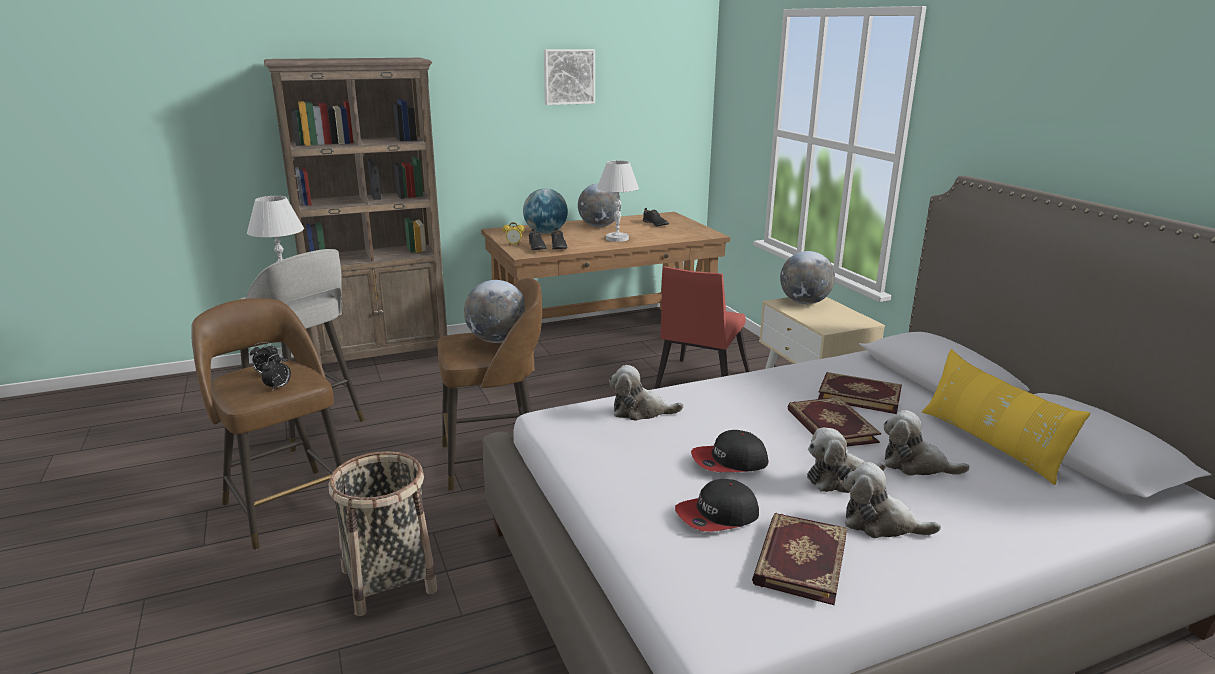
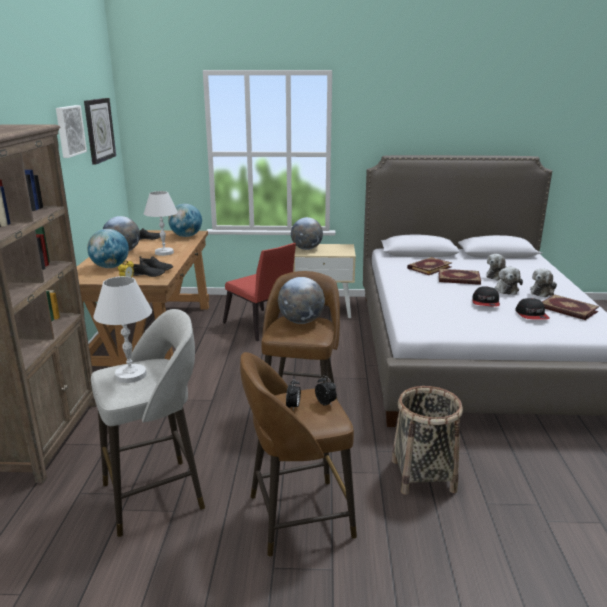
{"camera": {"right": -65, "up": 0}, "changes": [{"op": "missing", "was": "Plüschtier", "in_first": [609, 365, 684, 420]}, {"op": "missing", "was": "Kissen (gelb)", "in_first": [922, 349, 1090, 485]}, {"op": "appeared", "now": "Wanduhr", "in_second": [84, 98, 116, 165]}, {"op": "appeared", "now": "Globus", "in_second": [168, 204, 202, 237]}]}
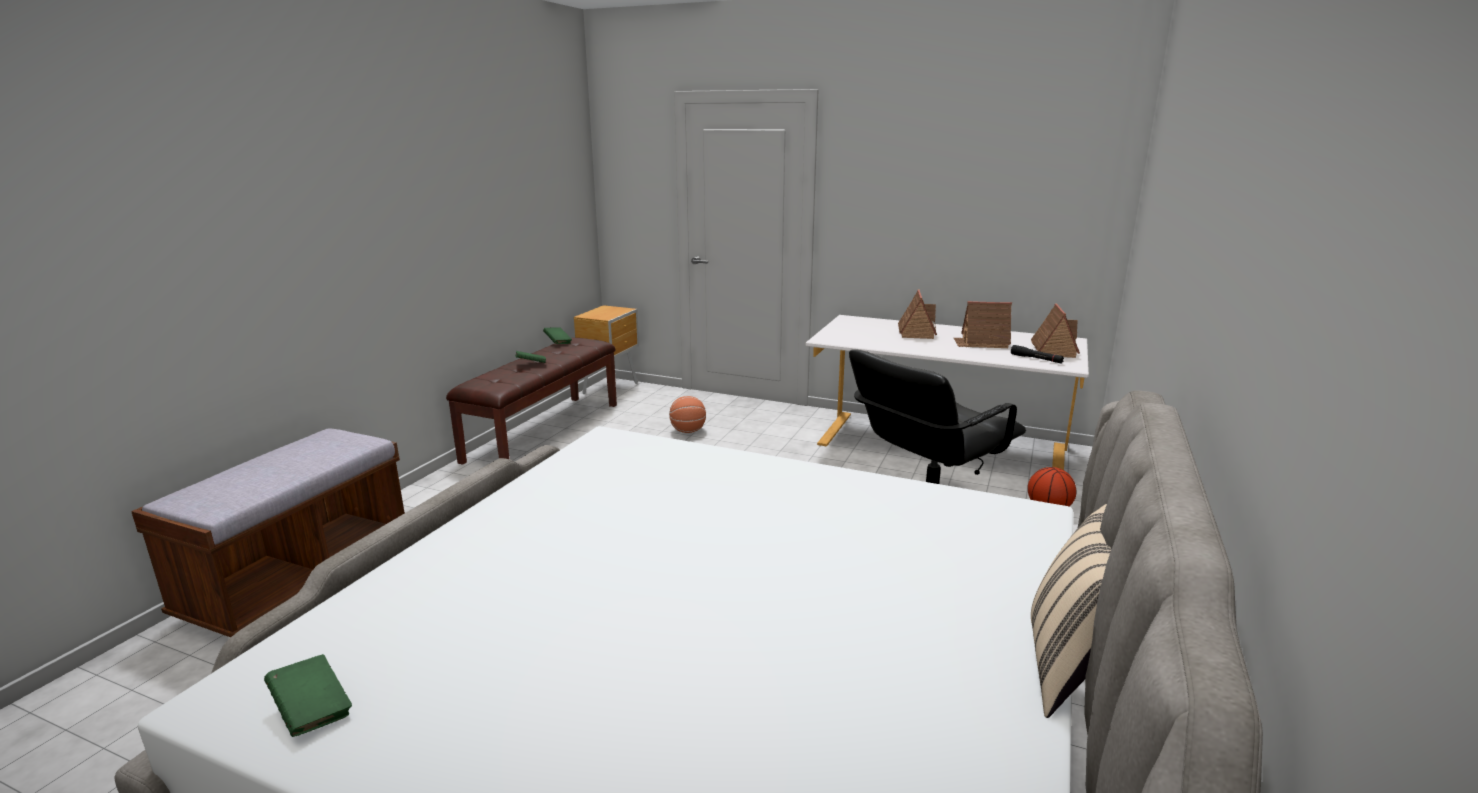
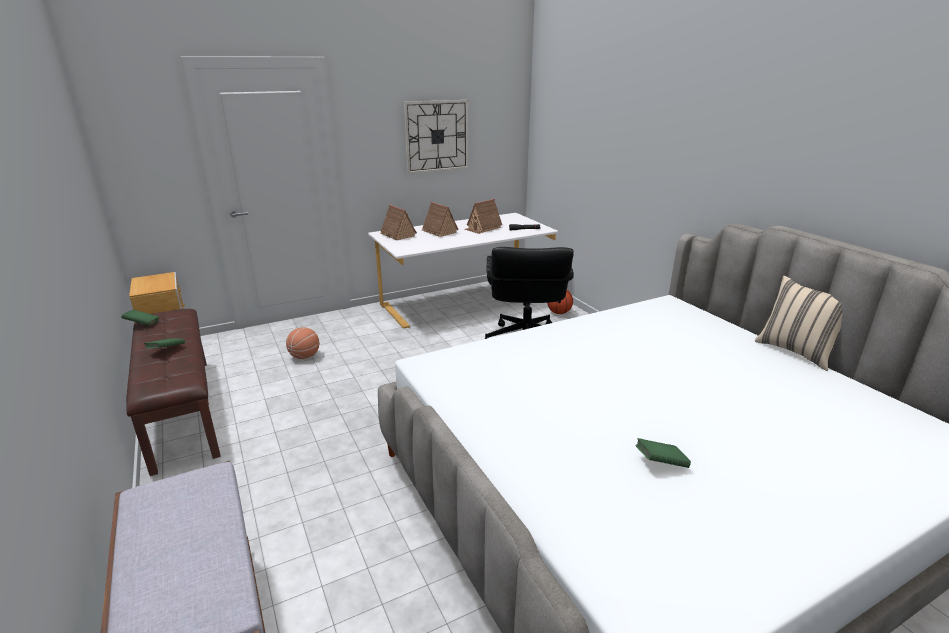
{"camera": {"right": -50, "up": 5}, "changes": [{"op": "relocated", "was": "Buch (grün)", "in_first": [264, 654, 352, 737], "in_second": [636, 438, 691, 468]}, {"op": "relocated", "was": "Spielzeughaus", "in_first": [1031, 304, 1080, 358], "in_second": [380, 205, 417, 240]}, {"op": "appeared", "now": "Wanduhr", "in_second": [404, 100, 469, 174]}]}
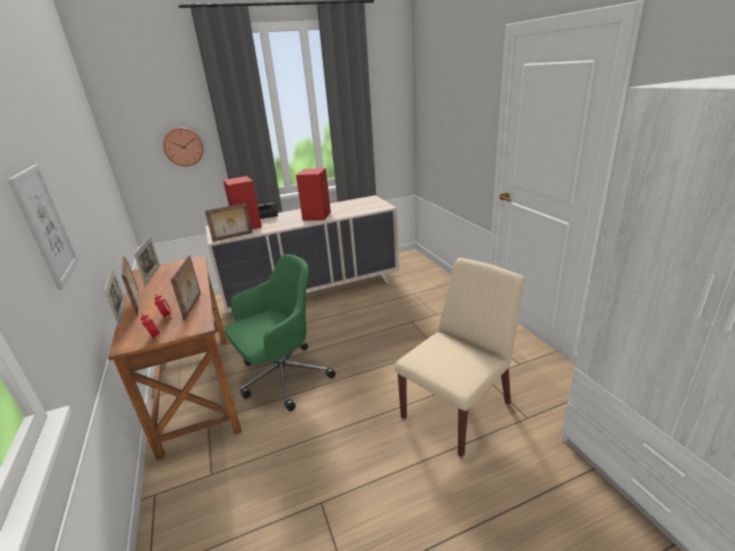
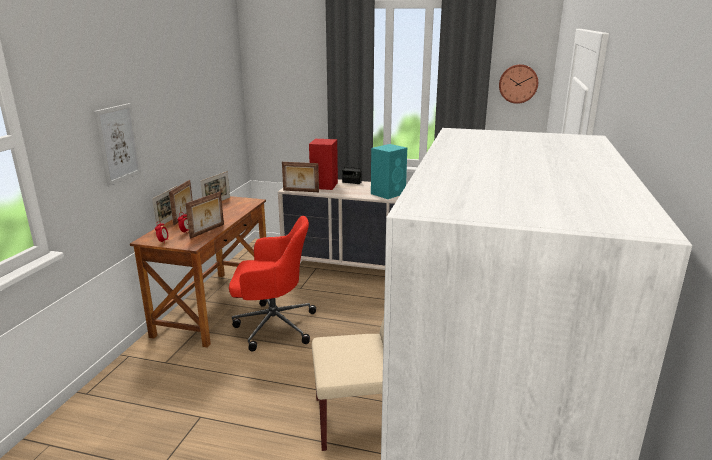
{"camera": {"right": 35, "up": -5}, "changes": [{"op": "relocated", "was": "Wanduhr", "in_first": [163, 128, 204, 166], "in_second": [499, 64, 538, 104]}, {"op": "colour", "was": "Bürostuhl (grün)", "now": "Bürostuhl (rot)", "in_first": [225, 254, 336, 411], "in_second": [229, 216, 316, 351]}, {"op": "colour", "was": "Lautsprecher (rot)", "now": "Lautsprecher (türkis)", "in_first": [296, 168, 331, 221], "in_second": [371, 144, 407, 199]}]}
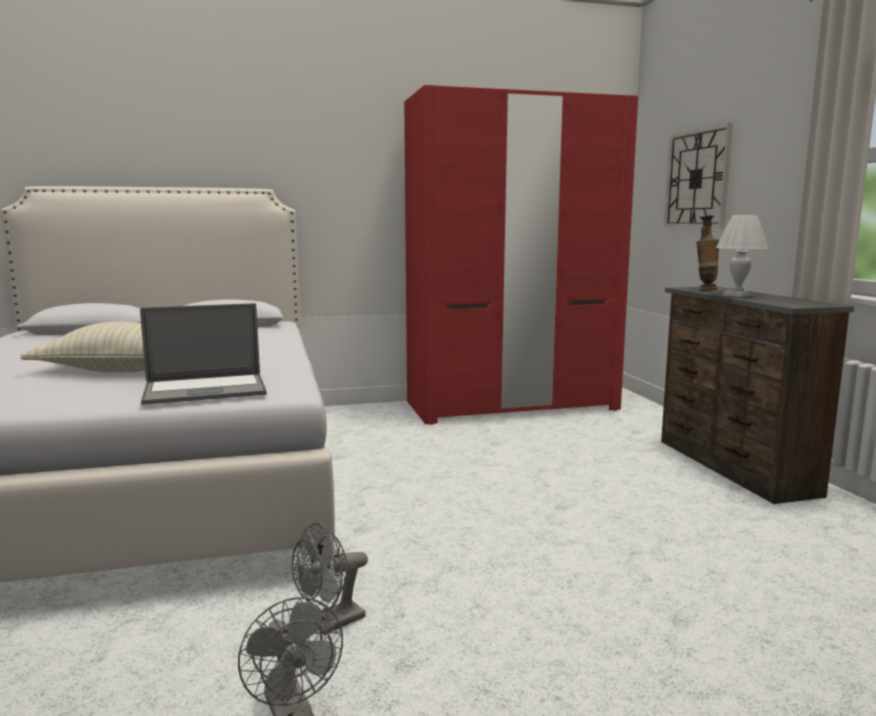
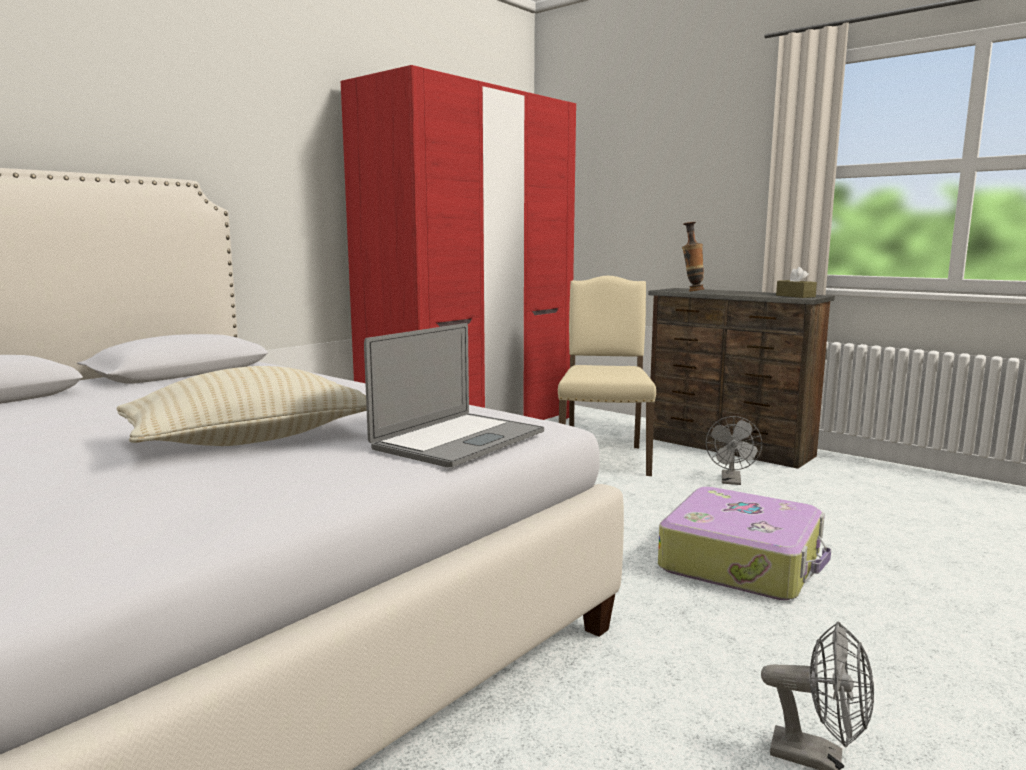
{"camera": {"right": -35, "up": 0}, "changes": [{"op": "relocated", "was": "Ventilator (grau)", "in_first": [292, 523, 368, 635], "in_second": [706, 416, 762, 485]}, {"op": "missing", "was": "Wanduhr", "in_first": [664, 123, 733, 228]}, {"op": "missing", "was": "Tischlampe (weiß)", "in_first": [716, 215, 769, 297]}, {"op": "appeared", "now": "Stuhl (beige)", "in_second": [558, 276, 656, 476]}, {"op": "appeared", "now": "Koffer", "in_second": [658, 487, 831, 600]}, {"op": "appeared", "now": "Taschentuchbox (braun)", "in_second": [776, 267, 817, 298]}]}
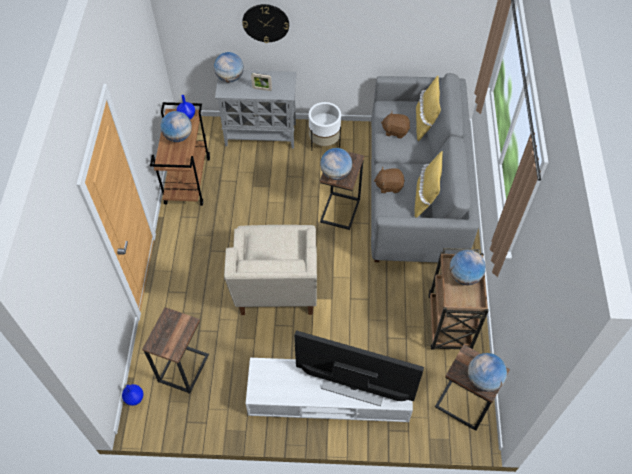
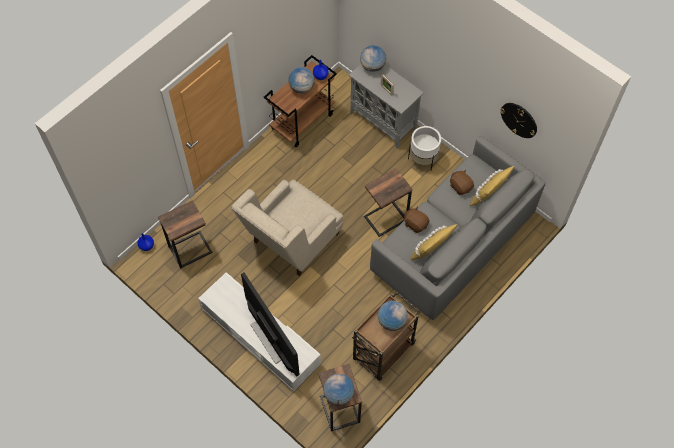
{"camera": {"right": 40, "up": 5}, "changes": [{"op": "relocated", "was": "Wanduhr", "in_first": [242, 4, 289, 43], "in_second": [500, 103, 537, 138]}, {"op": "missing", "was": "Globus", "in_first": [320, 148, 352, 180]}]}
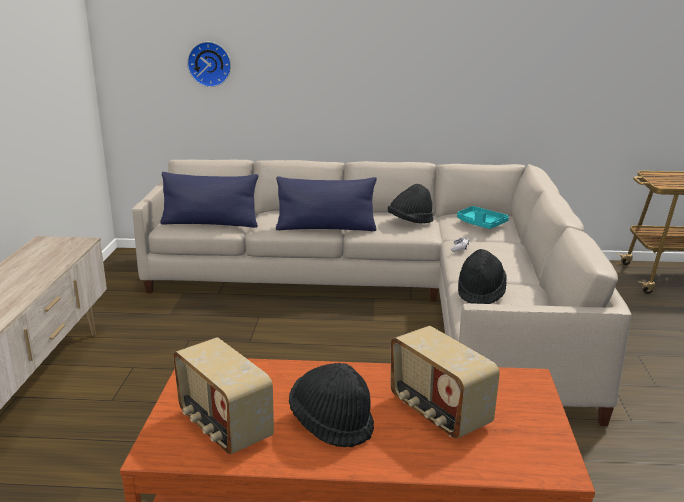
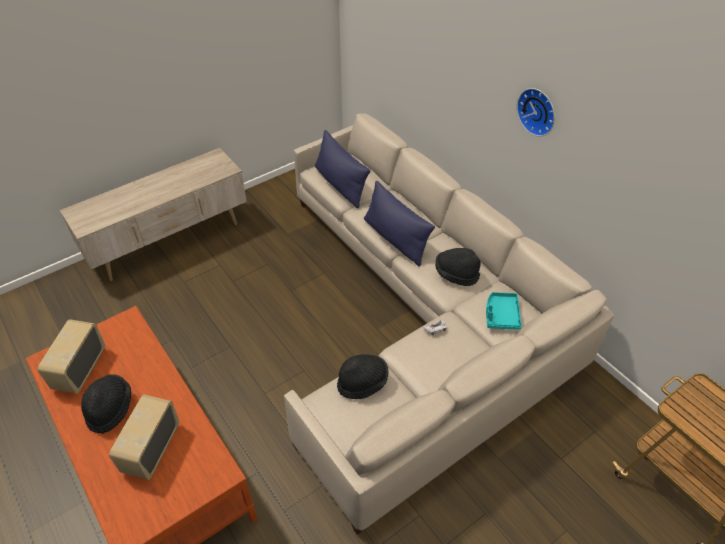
{"camera": {"right": 50, "up": 25}, "changes": [{"op": "relocated", "was": "Wanduhr", "in_first": [187, 42, 231, 87], "in_second": [517, 88, 555, 137]}]}
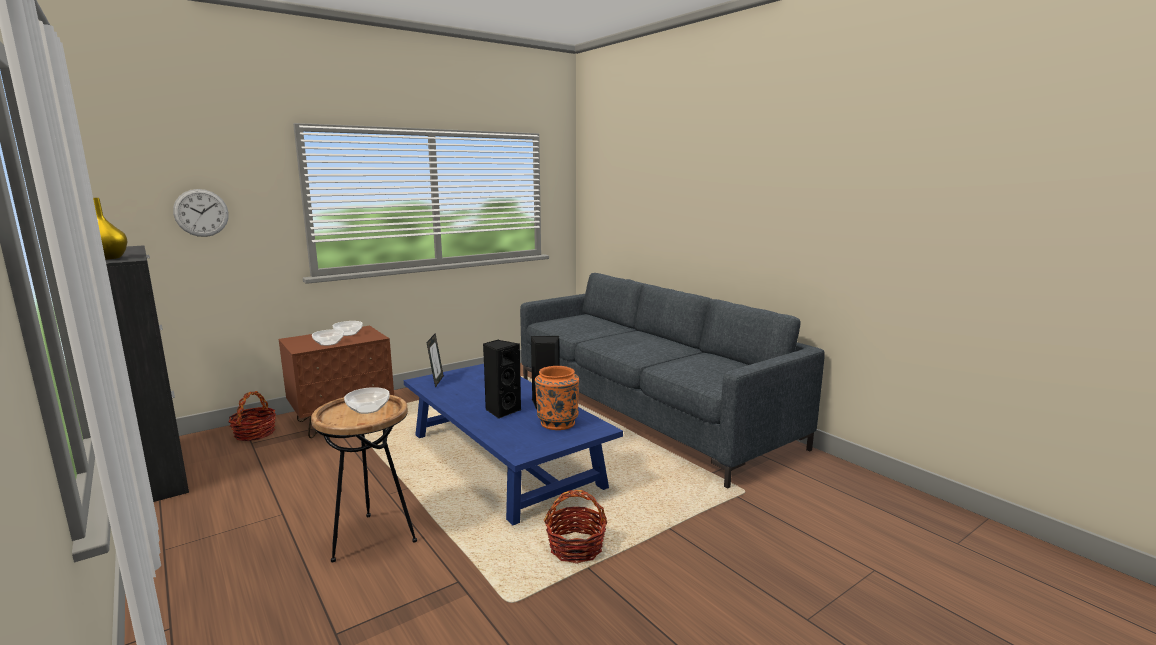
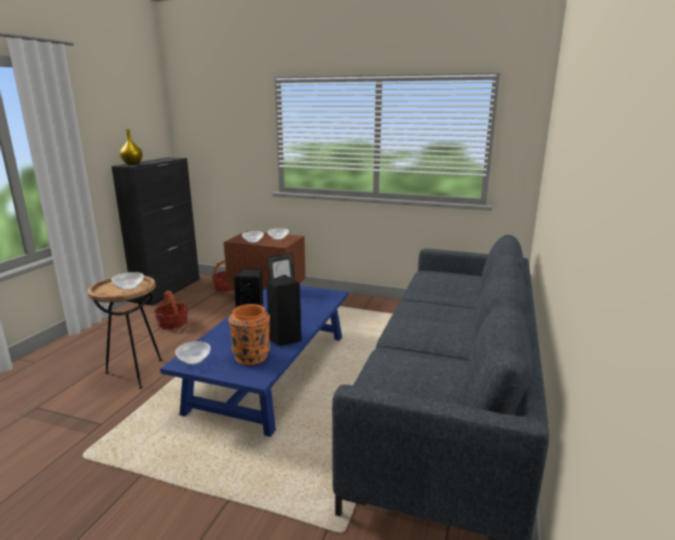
{"camera": {"right": 55, "up": 5}, "changes": [{"op": "missing", "was": "Wanduhr", "in_first": [173, 189, 229, 237]}, {"op": "relocated", "was": "Korb", "in_first": [544, 490, 607, 564], "in_second": [153, 291, 188, 329]}, {"op": "appeared", "now": "Schüssel", "in_second": [175, 341, 210, 365]}]}
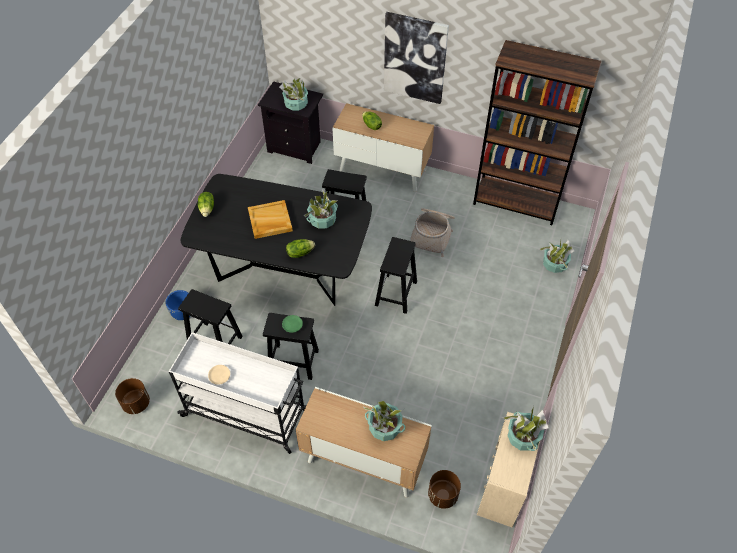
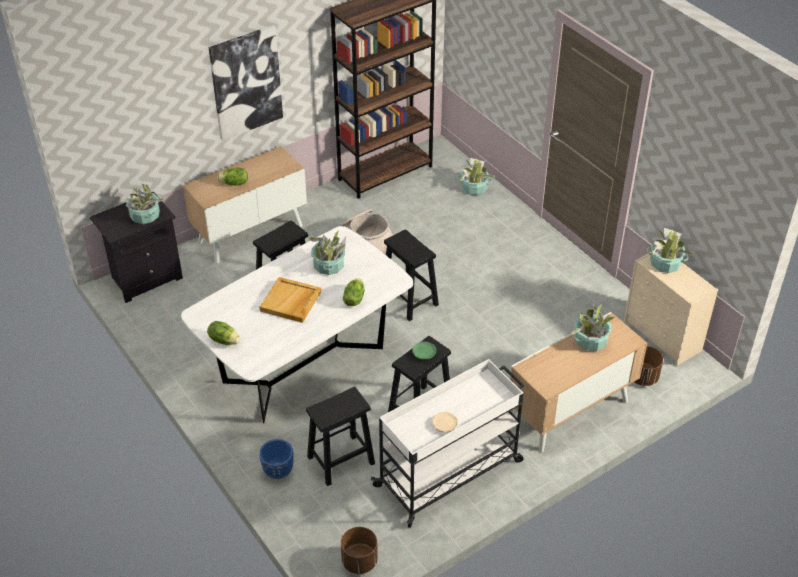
{"camera": {"right": -55, "up": -10}, "changes": [{"op": "colour", "was": "Esstisch (schwarz)", "now": "Esstisch (weiß)", "in_first": [181, 174, 372, 306], "in_second": [181, 226, 413, 423]}]}
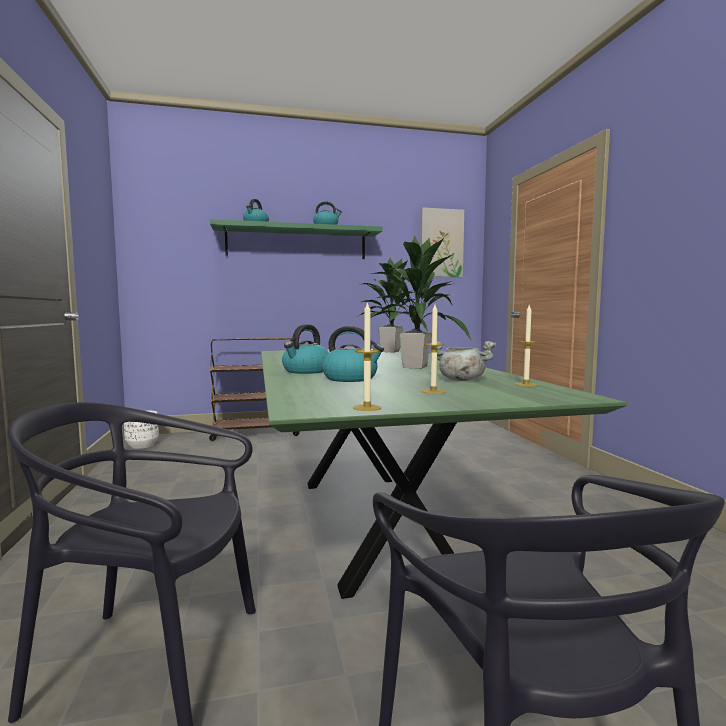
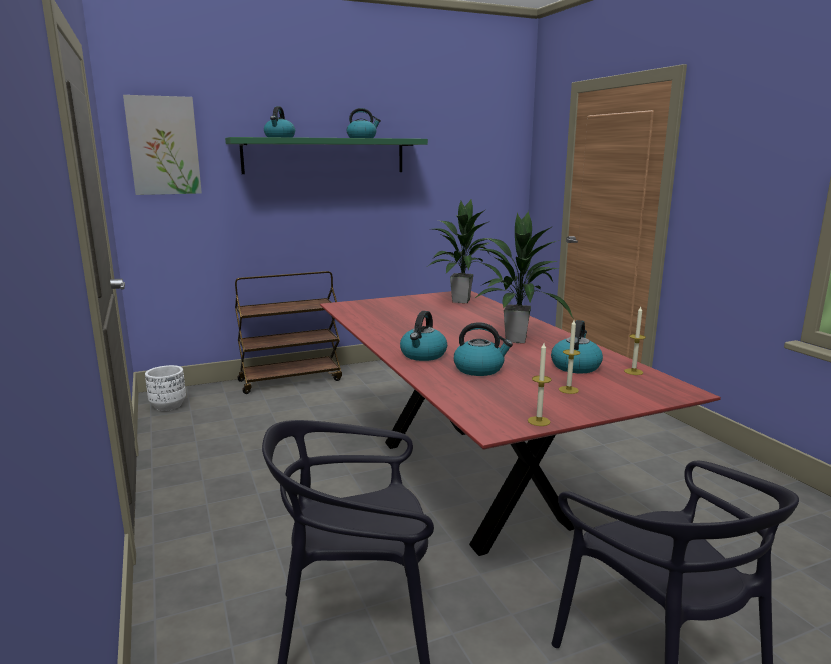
{"camera": {"right": -10, "up": 10}, "changes": [{"op": "colour", "was": "Esstisch (grün)", "now": "Esstisch (rot)", "in_first": [261, 348, 627, 599], "in_second": [320, 291, 721, 556]}, {"op": "relocated", "was": "Bild", "in_first": [421, 207, 464, 277], "in_second": [123, 95, 202, 195]}, {"op": "exchanged", "was": "Kochtopf (grau)", "now": "Wasserkessel", "in_first": [437, 341, 496, 381], "in_second": [551, 320, 603, 373]}]}
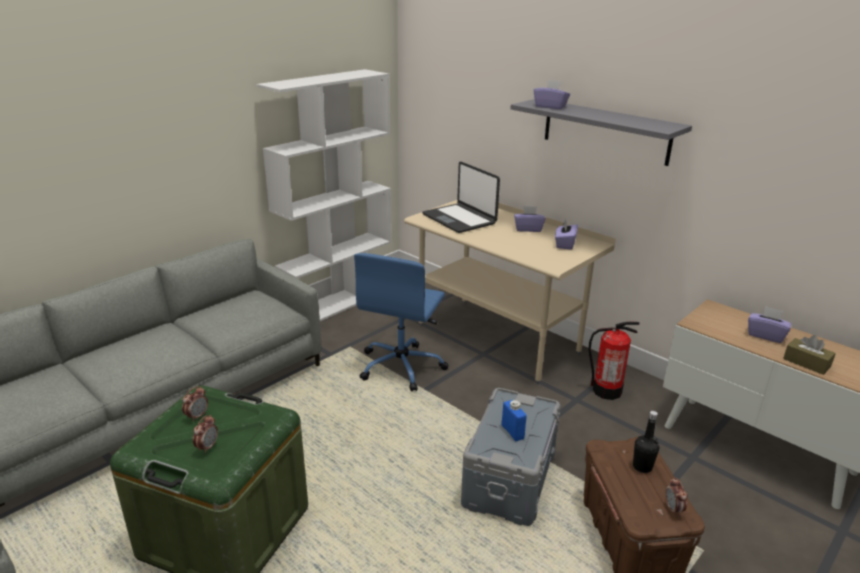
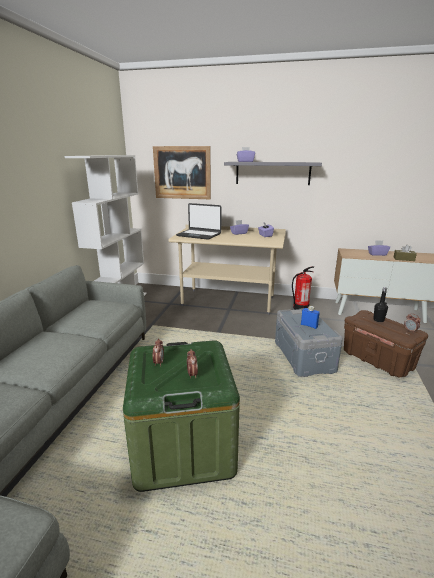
{"camera": {"right": -30, "up": -5}, "changes": [{"op": "missing", "was": "Bürostuhl (blau)", "in_first": [354, 253, 448, 392]}, {"op": "appeared", "now": "Bild", "in_second": [153, 146, 211, 199]}]}
